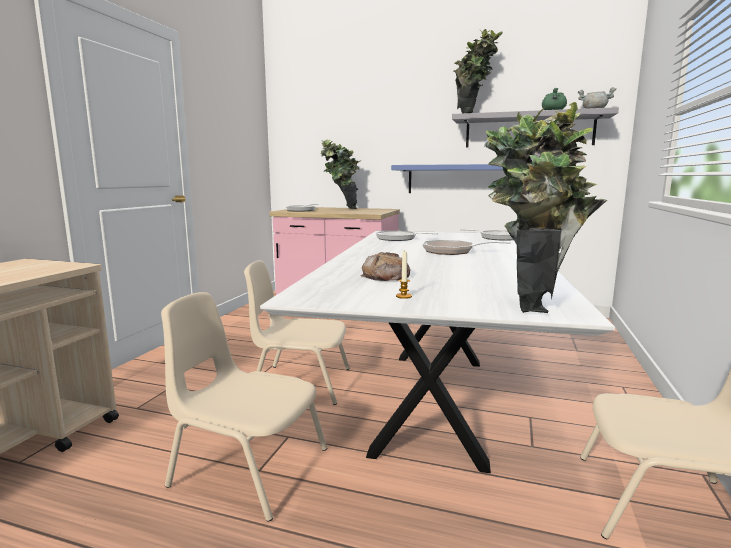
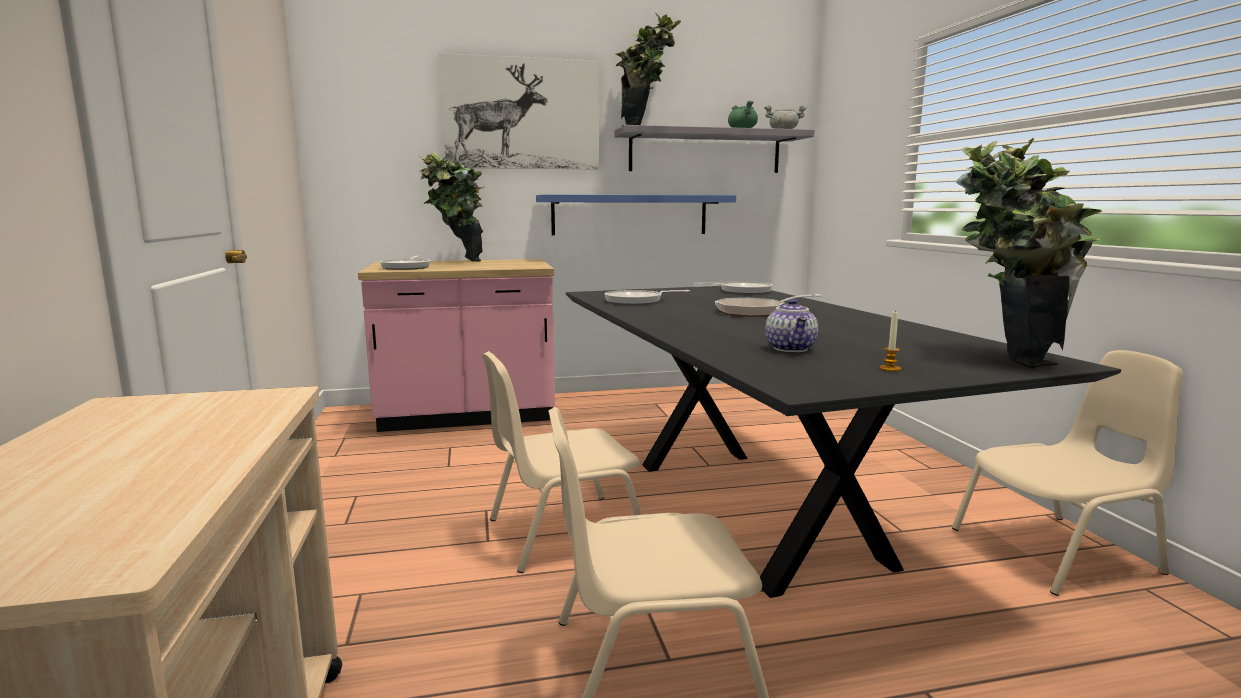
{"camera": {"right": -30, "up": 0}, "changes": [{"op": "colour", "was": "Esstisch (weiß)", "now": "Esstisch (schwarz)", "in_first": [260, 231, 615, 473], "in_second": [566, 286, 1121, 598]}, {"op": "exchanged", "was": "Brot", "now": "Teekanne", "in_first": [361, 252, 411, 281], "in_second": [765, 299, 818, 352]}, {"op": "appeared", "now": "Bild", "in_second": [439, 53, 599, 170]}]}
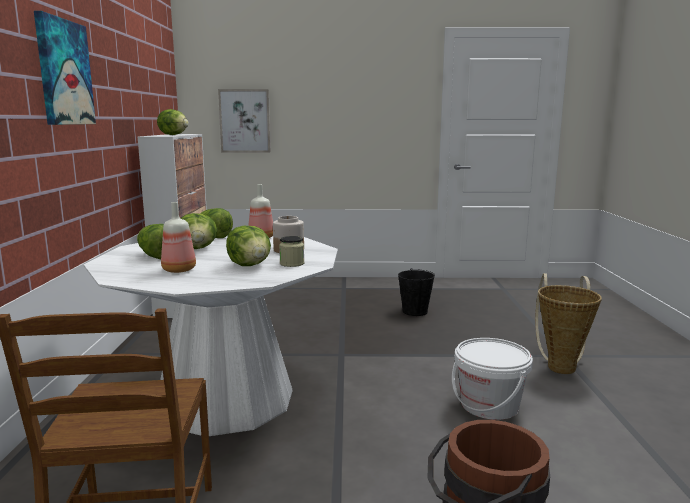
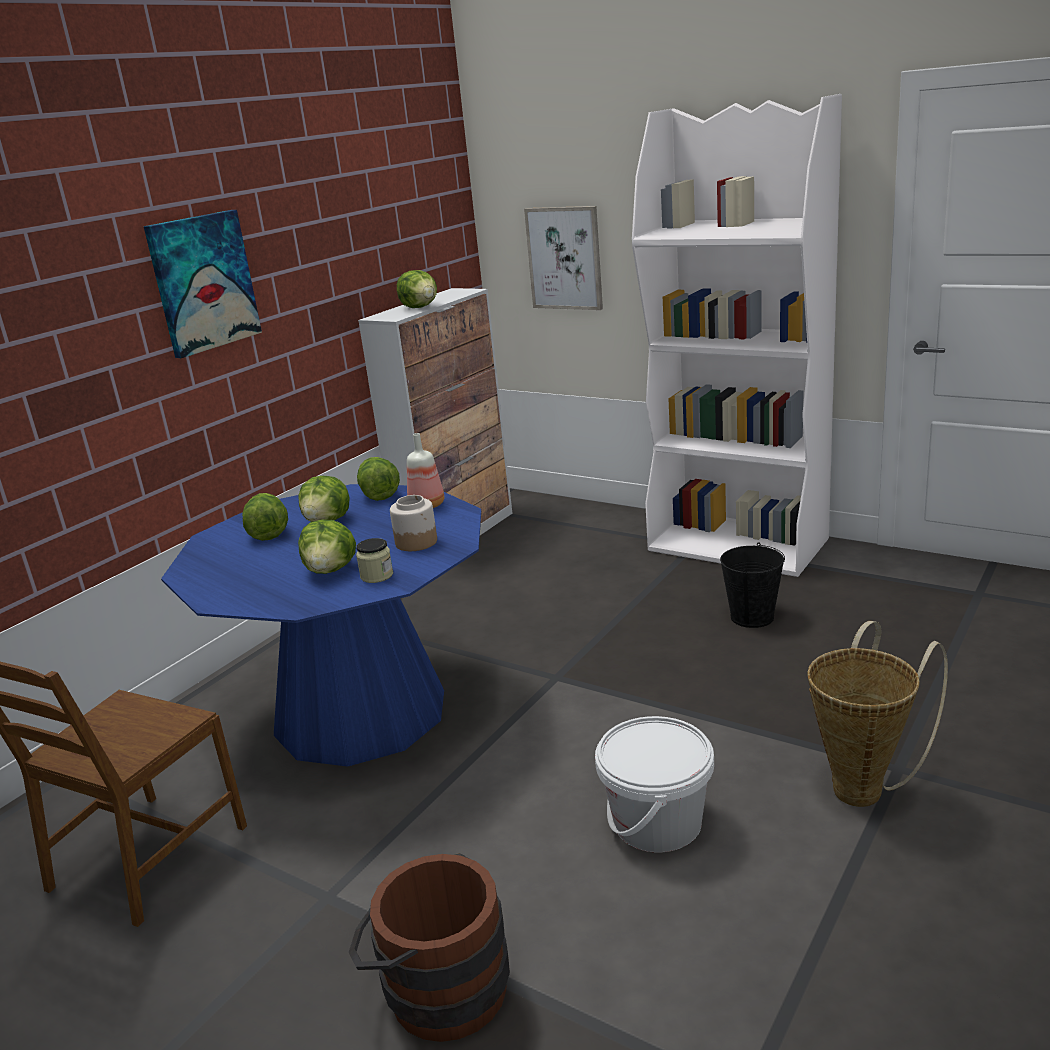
{"camera": {"right": 35, "up": 10}, "changes": [{"op": "colour", "was": "Esstisch (weiß)", "now": "Esstisch (blau)", "in_first": [84, 236, 338, 436], "in_second": [161, 484, 481, 767]}, {"op": "missing", "was": "Flasche", "in_first": [161, 202, 196, 273]}, {"op": "appeared", "now": "Bücherregal (weiß)", "in_second": [632, 94, 842, 577]}]}
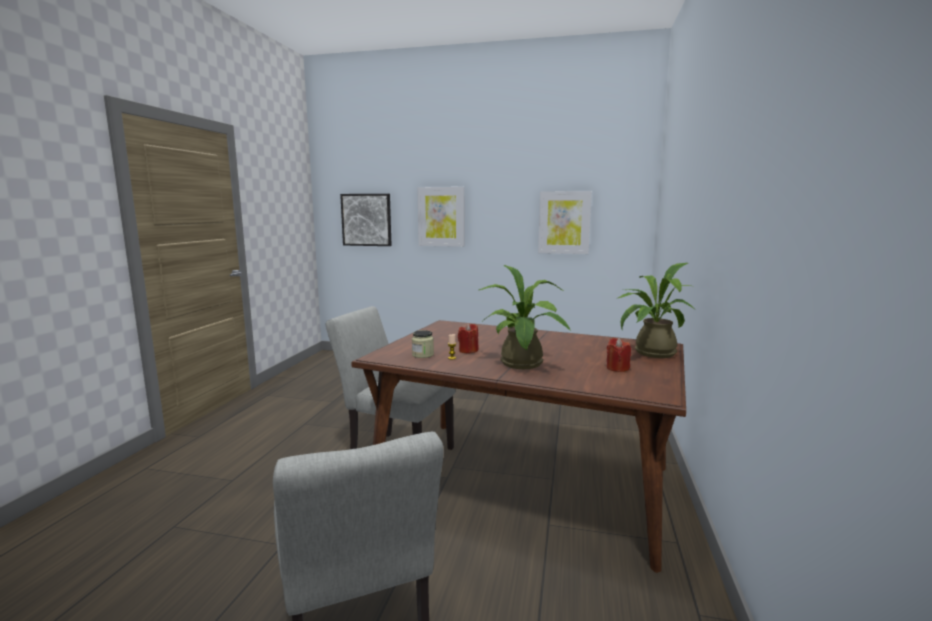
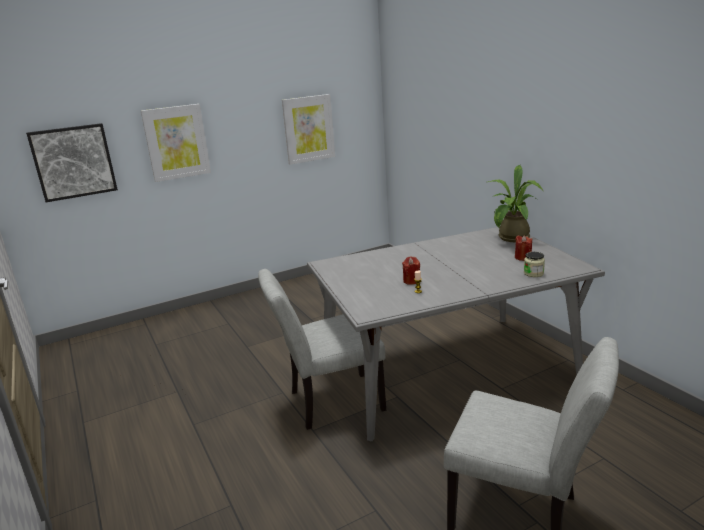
{"camera": {"right": -40, "up": 10}, "changes": [{"op": "colour", "was": "Esstisch (braun)", "now": "Esstisch (grau)", "in_first": [352, 320, 686, 573], "in_second": [307, 227, 605, 441]}, {"op": "relocated", "was": "Vorratsglas", "in_first": [412, 330, 434, 358], "in_second": [524, 252, 545, 277]}, {"op": "missing", "was": "Topfpflanze", "in_first": [479, 265, 571, 369]}]}
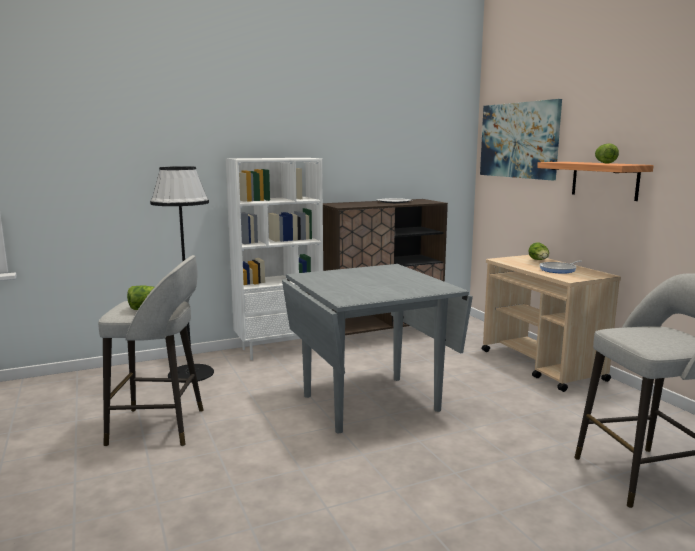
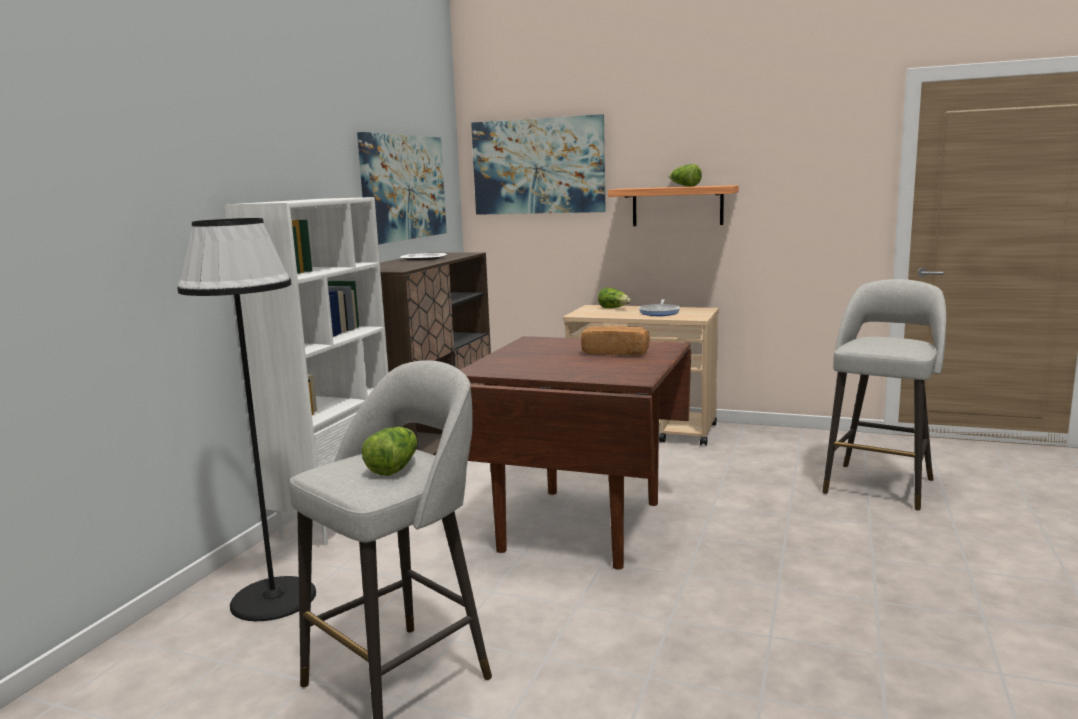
{"camera": {"right": -45, "up": 0}, "changes": [{"op": "colour", "was": "Esstisch (grau)", "now": "Esstisch (braun)", "in_first": [282, 264, 473, 433], "in_second": [460, 336, 691, 570]}, {"op": "appeared", "now": "Bild", "in_second": [357, 132, 447, 245]}, {"op": "appeared", "now": "Brot", "in_second": [581, 326, 650, 356]}]}
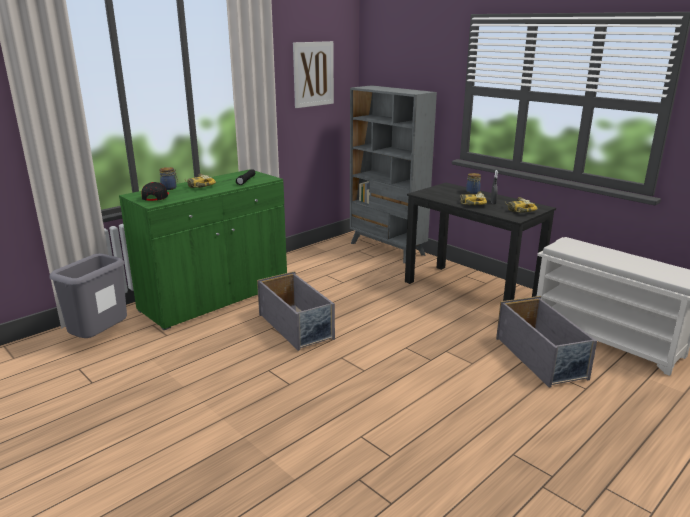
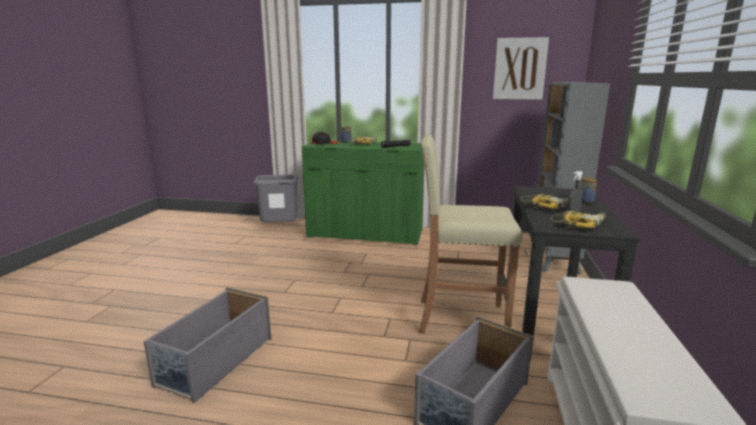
{"camera": {"right": 55, "up": -5}, "changes": [{"op": "relocated", "was": "Aufbewahrungsbox (grau)", "in_first": [257, 271, 335, 351], "in_second": [143, 287, 271, 403]}, {"op": "appeared", "now": "Hocker (beige)", "in_second": [419, 135, 523, 333]}]}
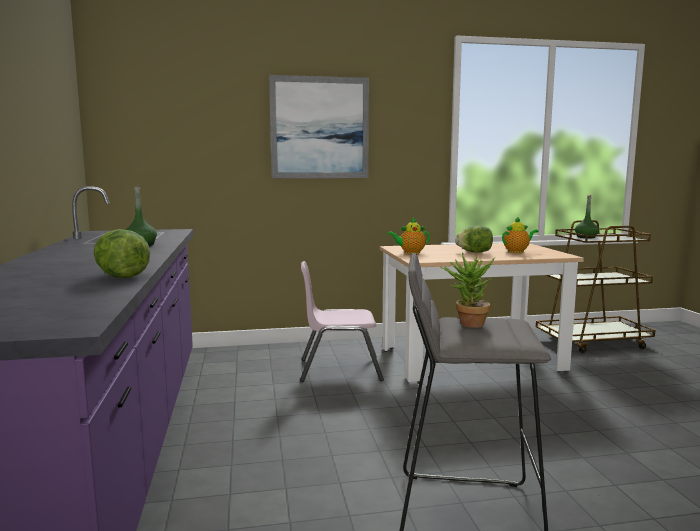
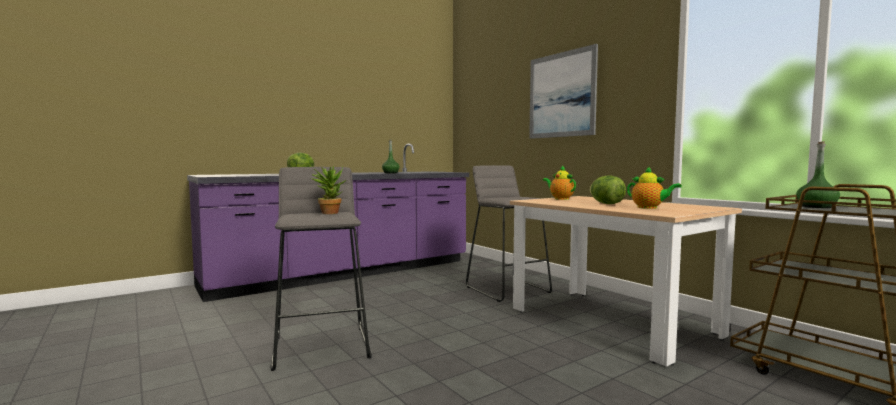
{"camera": {"right": 65, "up": -5}, "changes": [{"op": "exchanged", "was": "Stuhl (rosa)", "now": "Hocker (grau)", "in_first": [300, 261, 384, 382], "in_second": [466, 165, 552, 302]}]}
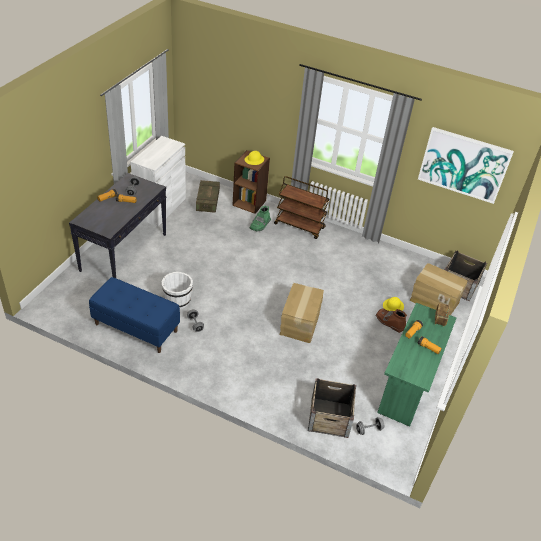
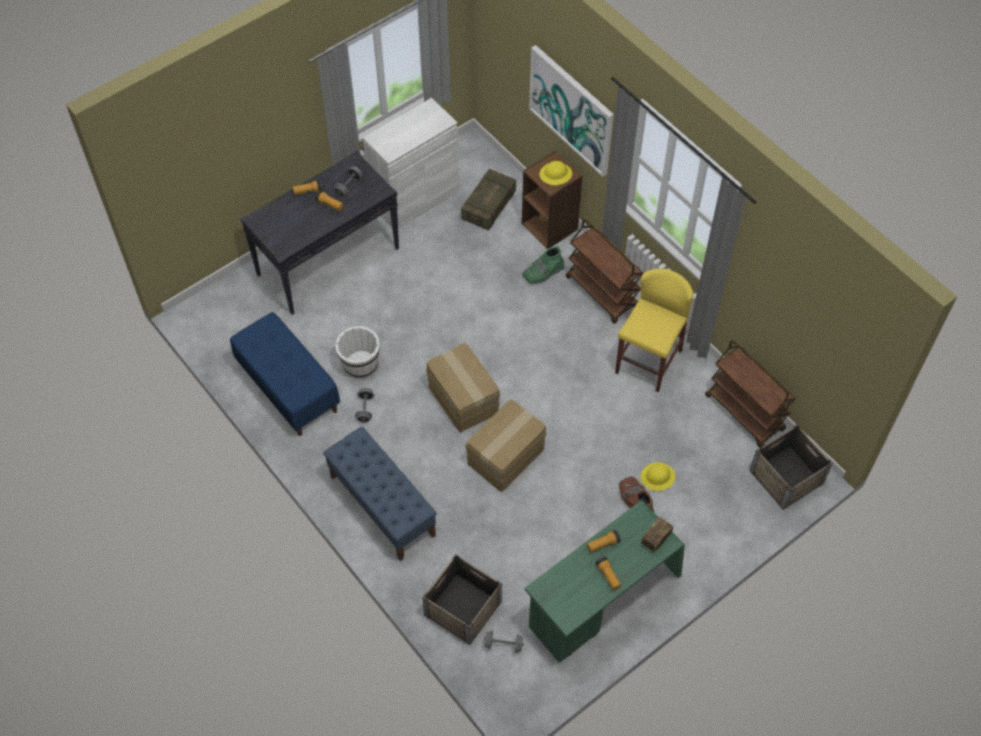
{"camera": {"right": 30, "up": 15}, "changes": [{"op": "relocated", "was": "Karton", "in_first": [410, 263, 467, 315], "in_second": [426, 343, 500, 433]}, {"op": "relocated", "was": "Bild", "in_first": [418, 127, 514, 204], "in_second": [529, 45, 614, 177]}, {"op": "appeared", "now": "Bank (blau)", "in_second": [323, 427, 437, 561]}, {"op": "appeared", "now": "Hocker (gelb)", "in_second": [615, 268, 694, 392]}, {"op": "appeared", "now": "Rollwagen (braun)", "in_second": [705, 340, 796, 448]}]}
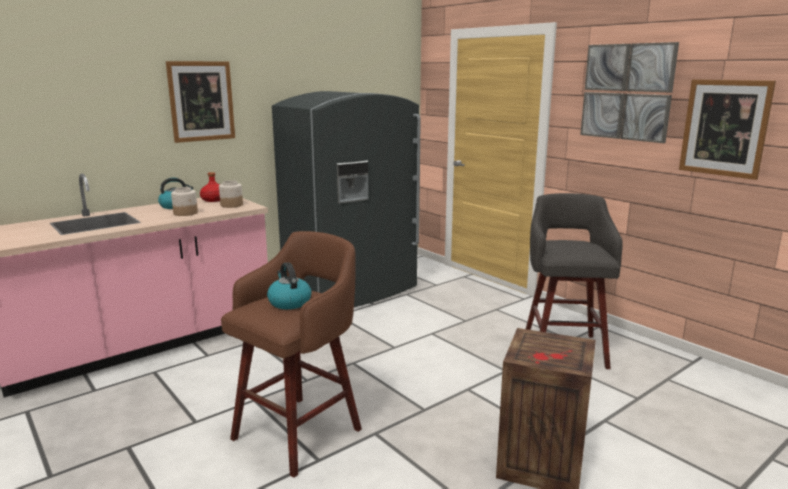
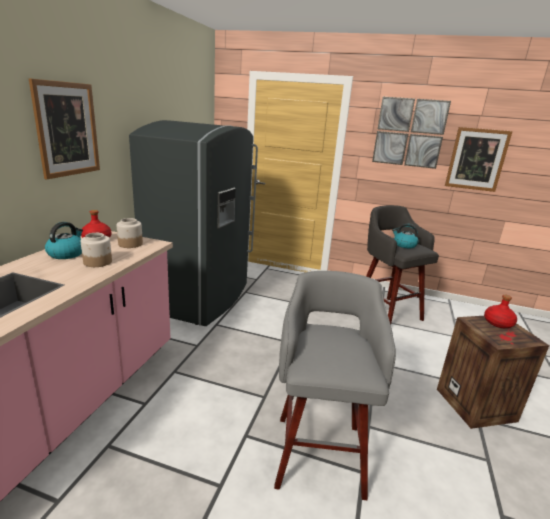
{"camera": {"right": -35, "up": 5}, "changes": [{"op": "colour", "was": "Hocker (braun)", "now": "Hocker (grau)", "in_first": [221, 231, 362, 478], "in_second": [274, 271, 396, 500]}, {"op": "relocated", "was": "Wasserkessel", "in_first": [267, 262, 311, 309], "in_second": [392, 224, 419, 248]}, {"op": "appeared", "now": "Flasche (rot)", "in_second": [484, 295, 517, 328]}]}
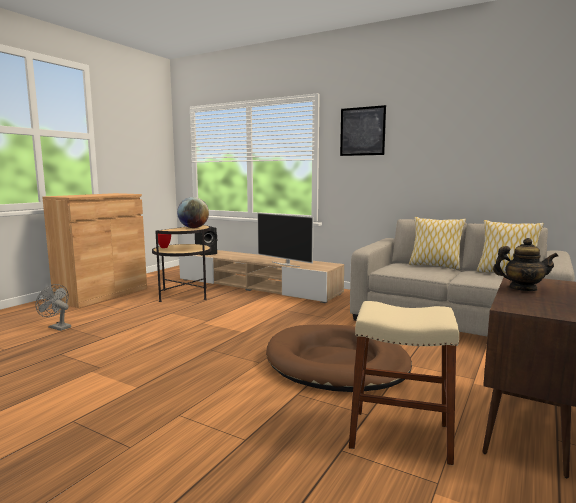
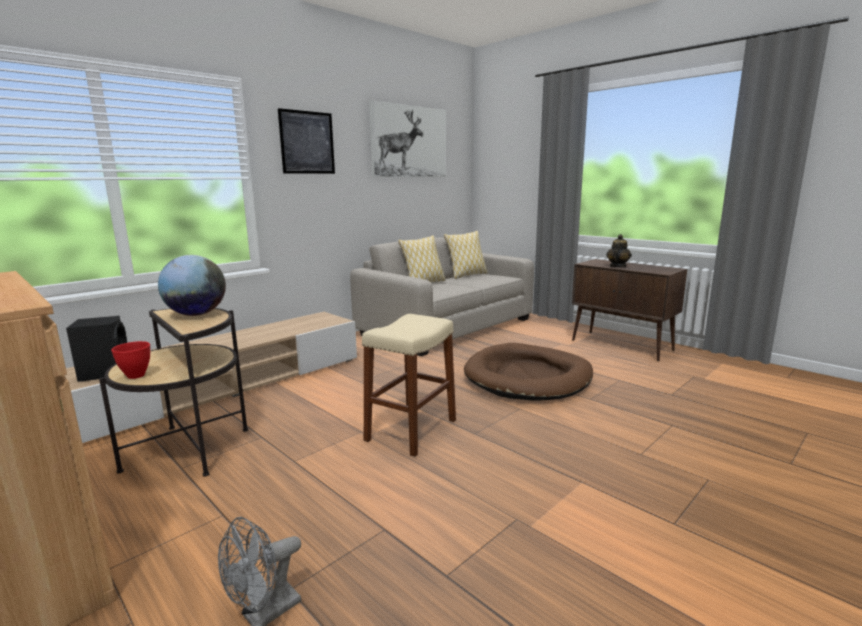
{"camera": {"right": -75, "up": 5}, "changes": [{"op": "missing", "was": "Fernseher", "in_first": [257, 213, 313, 267]}, {"op": "relocated", "was": "Hocker (beige)", "in_first": [349, 301, 459, 465], "in_second": [362, 314, 456, 457]}, {"op": "appeared", "now": "Bild", "in_second": [369, 100, 446, 177]}]}
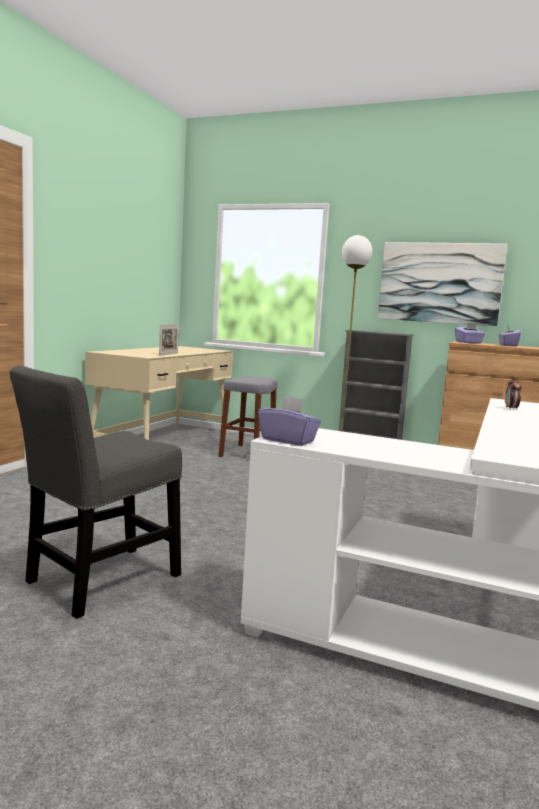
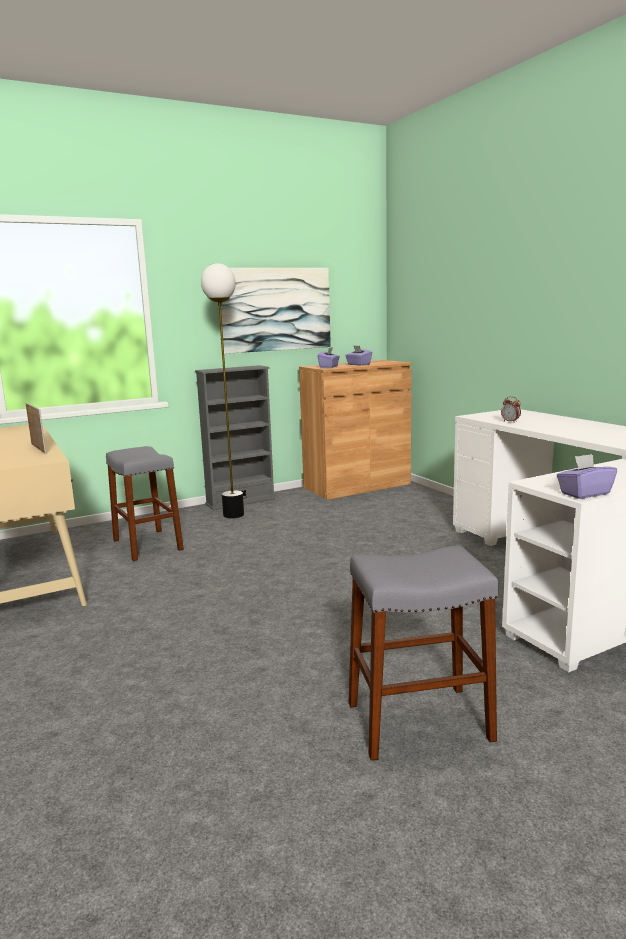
{"camera": {"right": -50, "up": 5}, "changes": [{"op": "exchanged", "was": "Stuhl (grau)", "now": "Hocker (grau)", "in_first": [10, 366, 182, 619], "in_second": [349, 545, 498, 761]}]}
